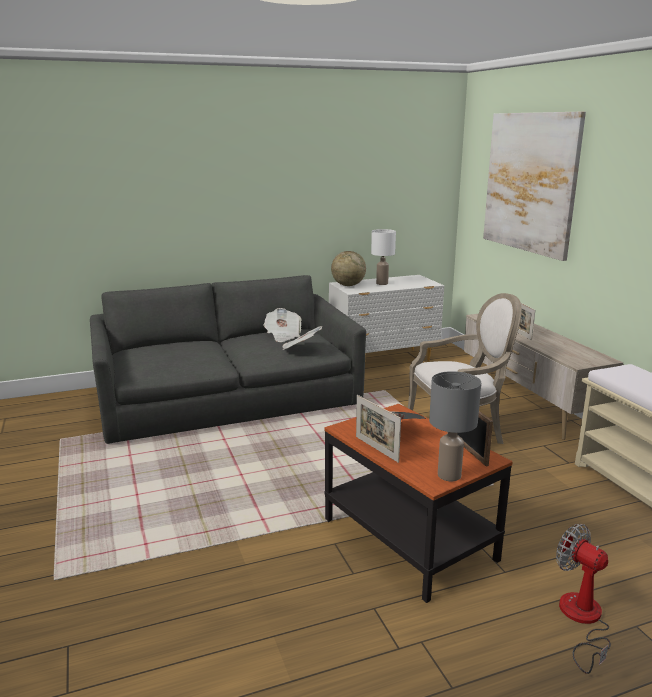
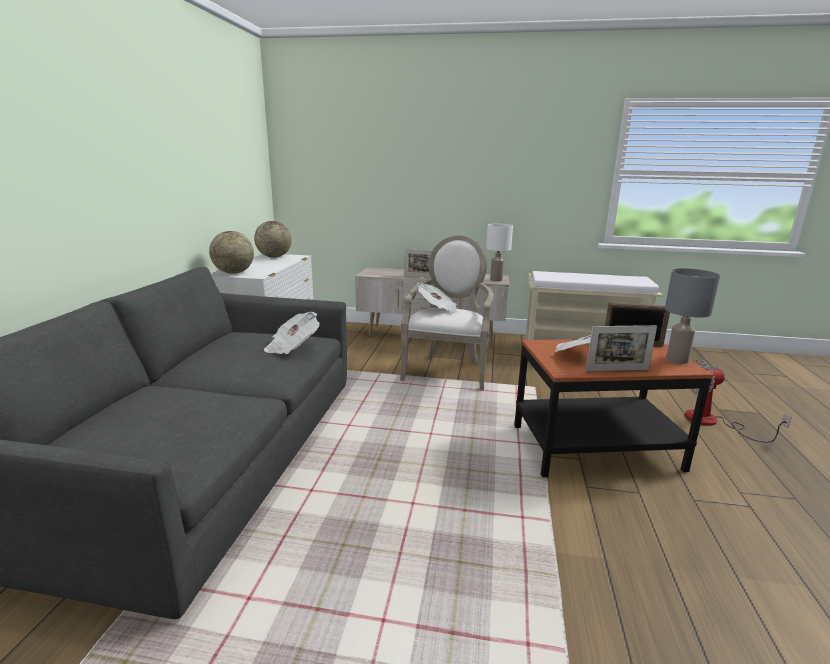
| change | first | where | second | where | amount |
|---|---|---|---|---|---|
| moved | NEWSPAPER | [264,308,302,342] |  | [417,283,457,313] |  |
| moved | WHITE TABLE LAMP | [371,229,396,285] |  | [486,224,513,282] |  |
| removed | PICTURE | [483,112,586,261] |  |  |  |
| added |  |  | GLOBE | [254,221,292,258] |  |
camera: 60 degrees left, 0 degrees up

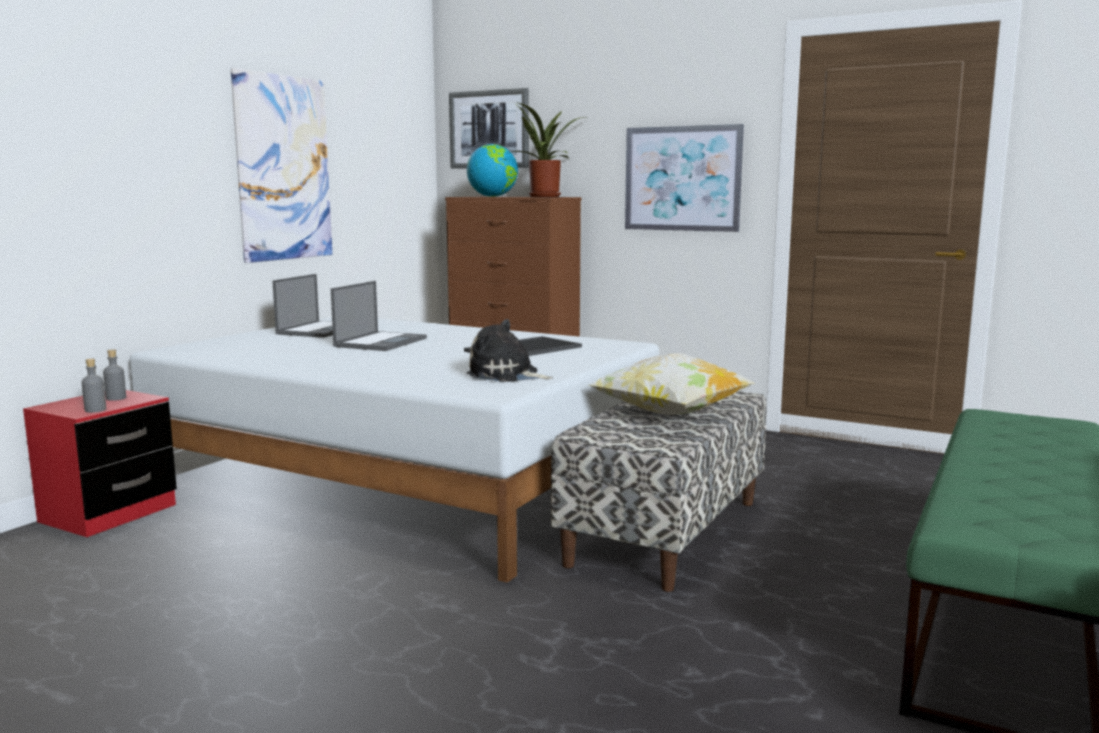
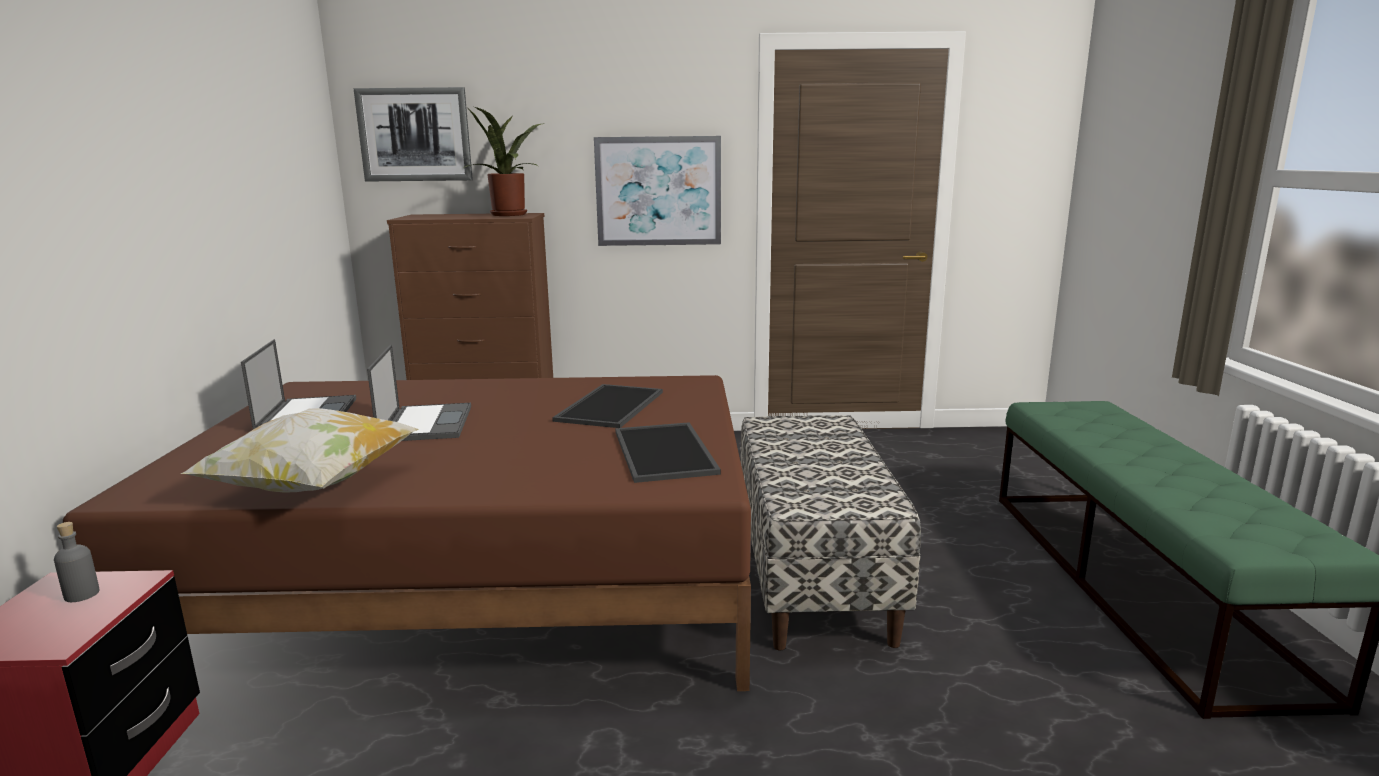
| change | first | where | second | where | amount |
|---|---|---|---|---|---|
| removed | GREY BOTTLE | [82,359,106,413] |  |  |  |
| recoloured | WHITE BED | [130,317,659,583] | BROWN BED | [63,375,751,691] |  |
| removed | PICTURE | [231,68,332,263] |  |  |  |
| removed | GLOBE | [467,144,518,197] |  |  |  |
| replaced | PLUSH TOY | [467,319,553,382] | TRAY | [615,422,721,483] |  |
| moved | PILLOW | [589,353,755,415] |  | [181,408,418,492] |  |
camera: 30 degrees left, 5 degrees up

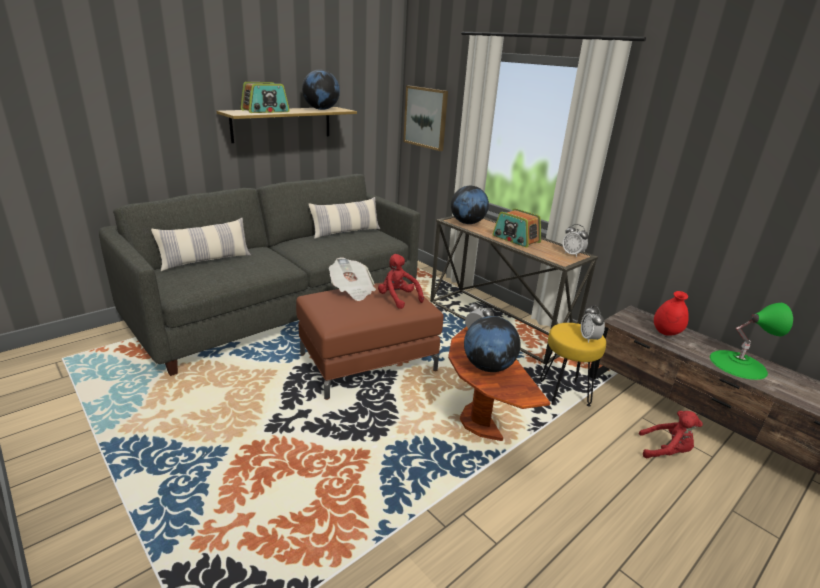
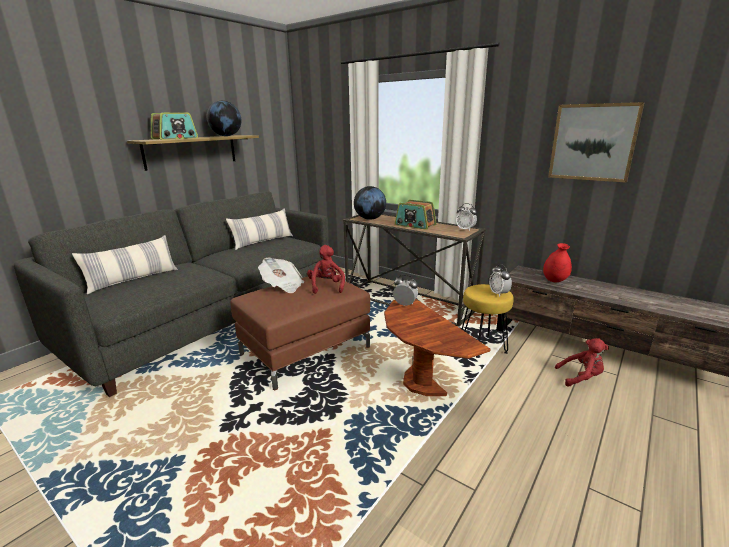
| change | first | where | second | where | amount |
|---|---|---|---|---|---|
| turned | RED PLUSH TOY | [378,254,424,309] |  | [307,245,345,294] | 45 degrees clockwise |
| moved | PICTURE | [403,86,448,151] |  | [548,102,645,183] |  |
| removed | GLOBE | [464,316,521,372] |  |  |  |
| removed | GREEN TABLE LAMP | [710,303,793,380] |  |  |  |
camera: 10 degrees left, 5 degrees down

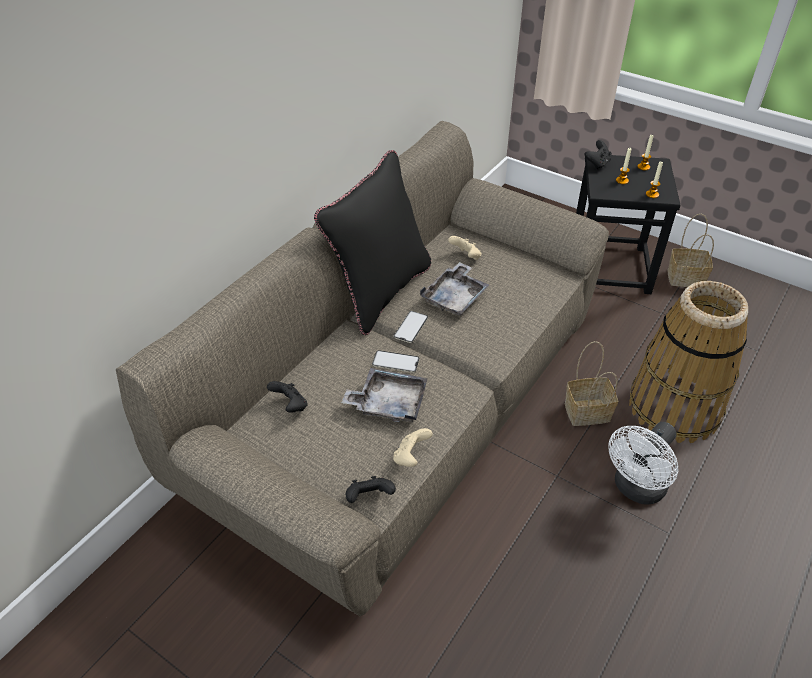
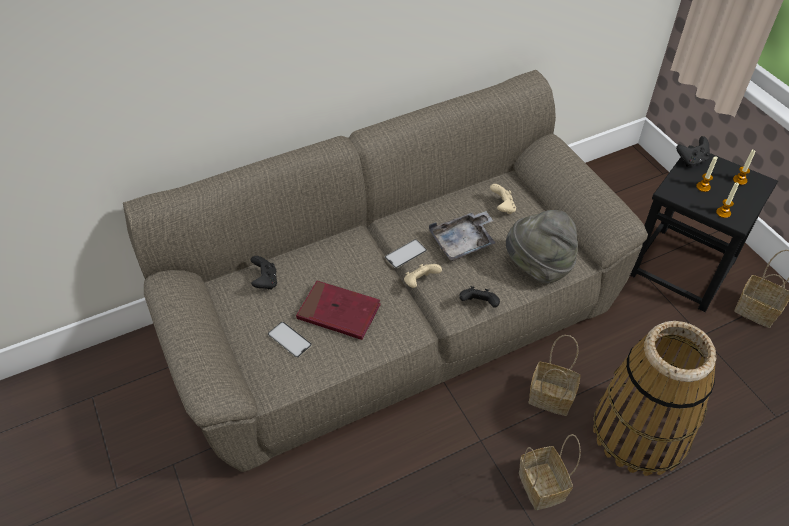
| change | first | where | second | where | amount |
|---|---|---|---|---|---|
| removed | BLACK PILLOW | [314,150,431,335] |  |  |  |
| replaced | GREY TRAY | [341,368,428,422] | RED BOOK | [296,281,381,340] |  |
| moved | BLACK GAME CONTROLLER | [345,476,396,503] |  | [459,286,500,308] |  |
| moved | PHONE | [372,350,420,373] |  | [268,322,312,358] |  |
| moved | BEIGE GAME CONTROLLER | [393,428,433,467] |  | [404,264,442,288] |  |
| replaced | WHITE FAN | [608,422,678,505] | BASKET | [519,434,581,510] |  |
| added |  |  | GREY HAT | [506,210,578,284] |  |
camera: 30 degrees right, 5 degrees up

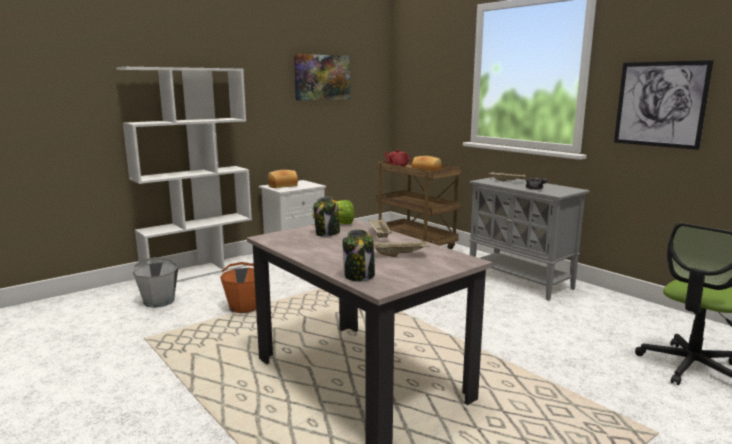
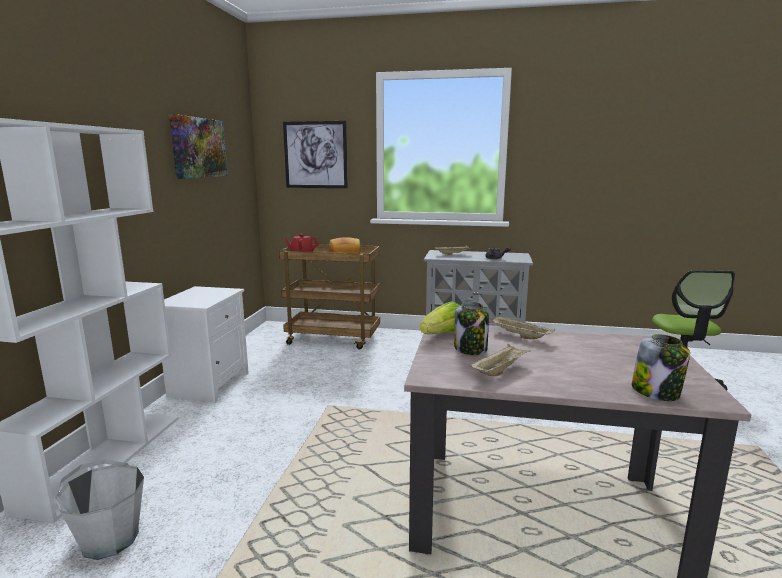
| change | first | where | second | where | amount |
|---|---|---|---|---|---|
| removed | ORANGE BUCKET | [220,262,256,313] |  |  |  |
| removed | BREAD | [268,170,298,188] |  |  |  |
| moved | BEIGE TRAY | [374,239,430,257] |  | [470,344,531,376] |  |
| moved | PICTURE | [614,60,714,150] |  | [283,121,348,188] |  |
camera: 40 degrees left, 0 degrees up

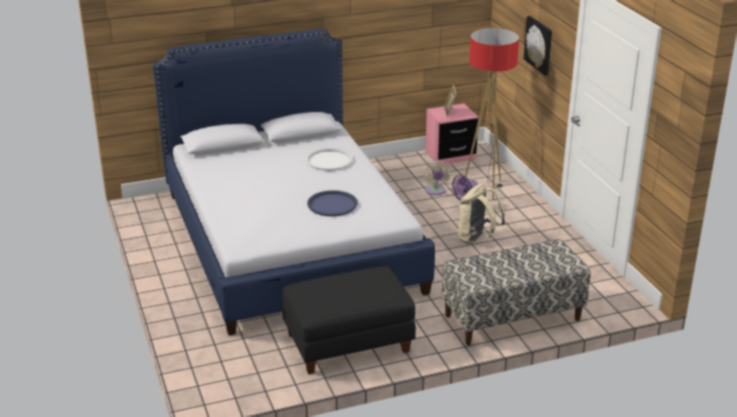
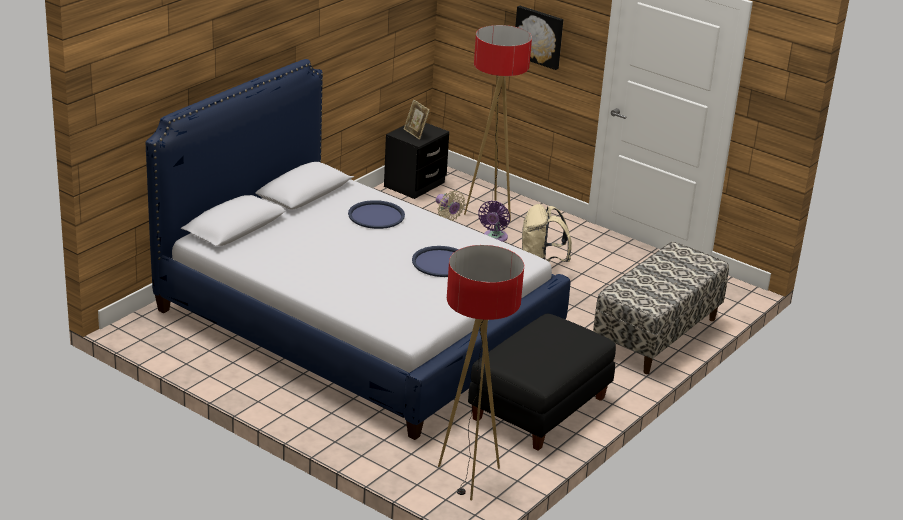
| change | first | where | second | where | amount |
|---|---|---|---|---|---|
| recoloured | WHITE TRAY | [306,148,353,171] | BLUE TRAY | [348,200,405,229] |  |
| recoloured | PINK NIGHTSTAND | [425,103,478,165] | BLACK NIGHTSTAND | [384,123,449,199] |  |
| added |  |  | FLOOR LAMP | [438,245,524,500] |  |
camera: 35 degrees left, 0 degrees up

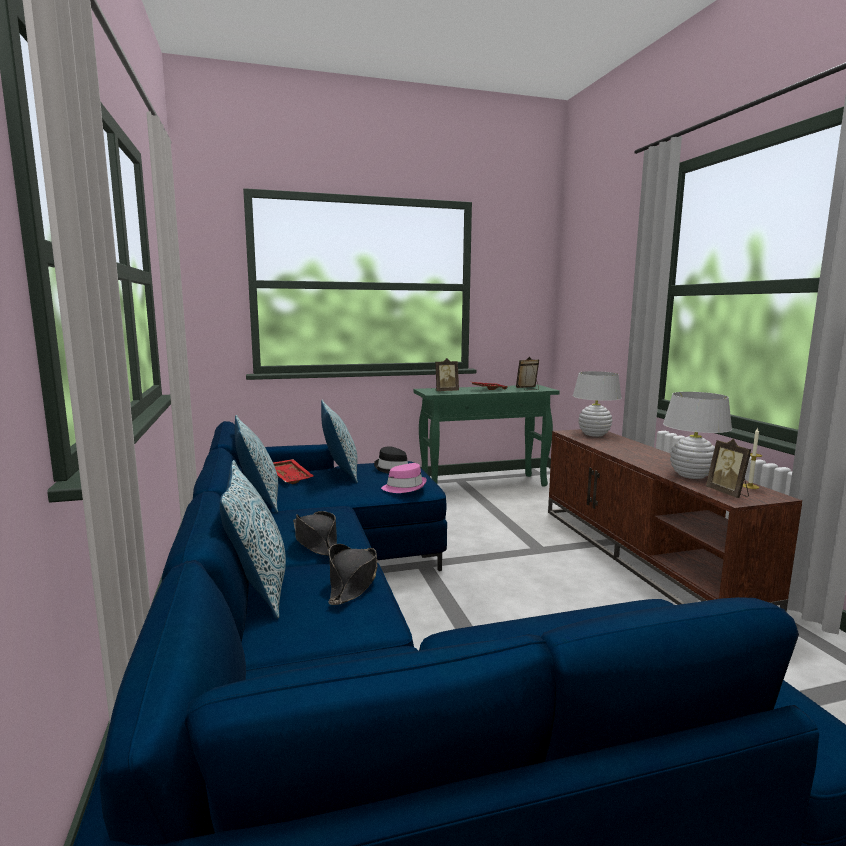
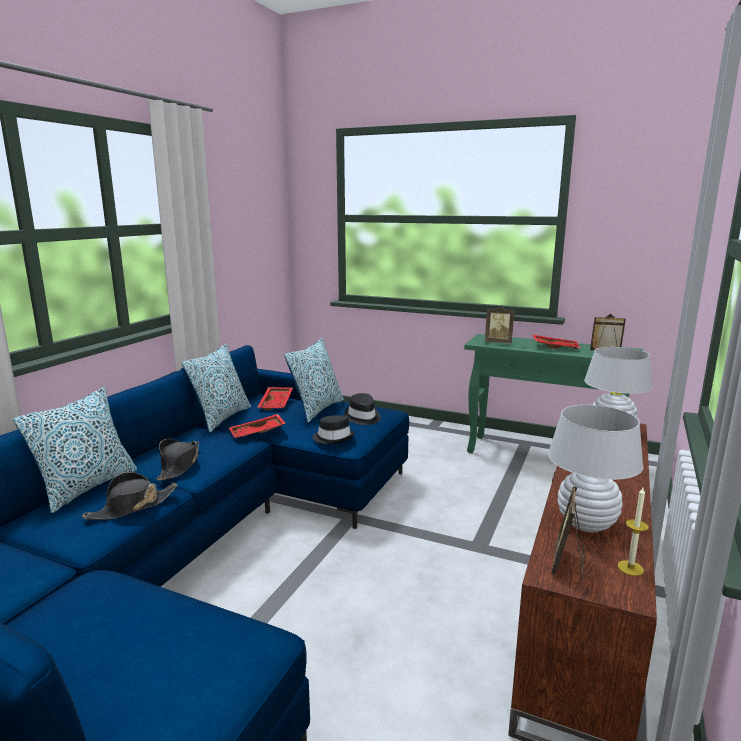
| change | first | where | second | where | amount |
|---|---|---|---|---|---|
| recoloured | PINK HAT | [381,463,427,493] | BLACK HAT | [313,416,355,444] |  |
| added |  |  | RED TRAY | [229,414,285,438] |  |
camera: 40 degrees right, 5 degrees up

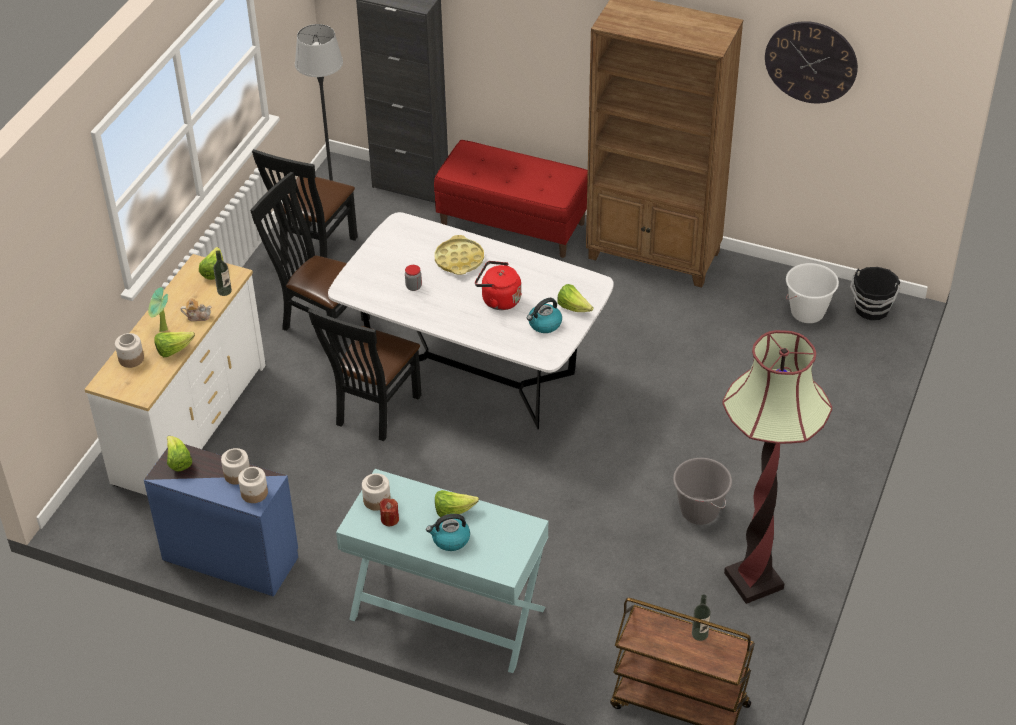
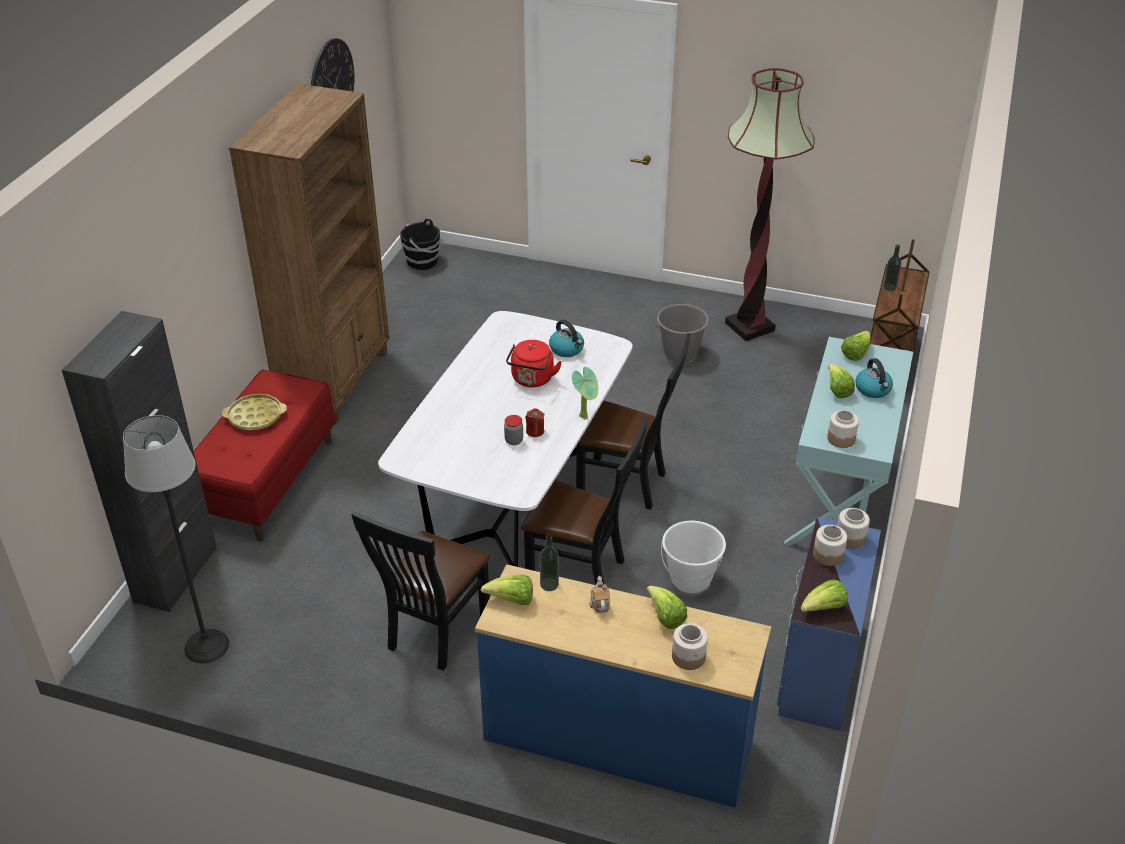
| change | first | where | second | where | amount |
|---|---|---|---|---|---|
| recoloured | WHITE DRESSER | [84,254,266,495] | BLUE DRESSER | [475,564,771,808] |  |
| moved | POTTED PLANT | [148,287,168,332] |  | [572,367,598,420] |  |
| moved | BLACK CHAIR | [252,149,358,265] |  | [576,333,691,510] |  |
| moved | RED CANDLE | [380,498,399,526] |  | [526,408,545,437] |  |
| moved | YELLOW TRAY | [434,235,484,275] |  | [222,394,287,430] |  |
| moved | LETTUCE | [557,284,594,312] |  | [841,331,871,361] |  |
| moved | WHITE BUCKET | [786,263,839,323] |  | [661,521,726,593] |  |
camera: 95 degrees left, 5 degrees down

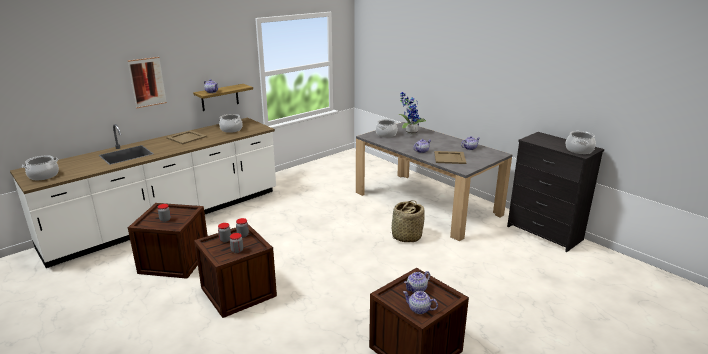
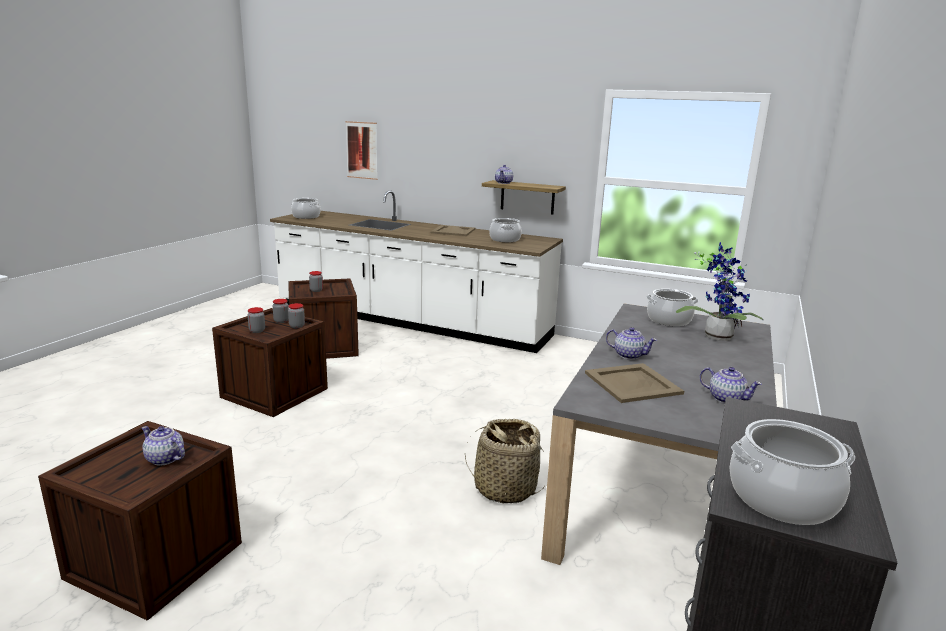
| change | first | where | second | where | amount |
|---|---|---|---|---|---|
| moved | PICTURE | [128,57,167,108] |  | [345,121,378,180] |  |
| removed | TEAPOT | [403,291,438,314] |  |  |  |
camera: 65 degrees right, 5 degrees down

